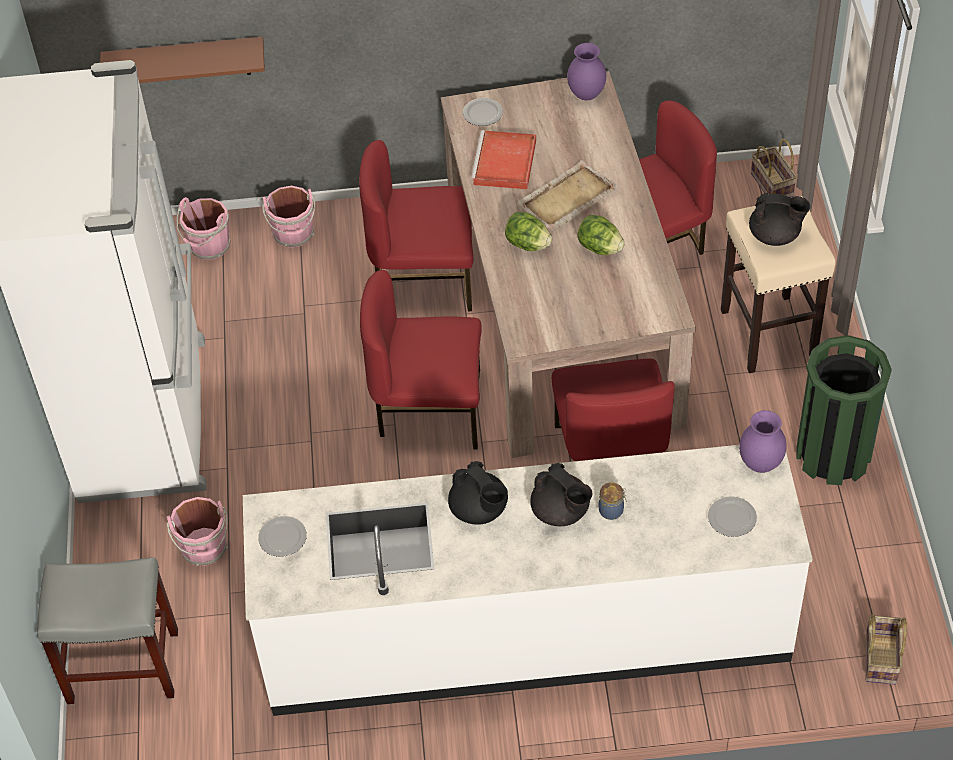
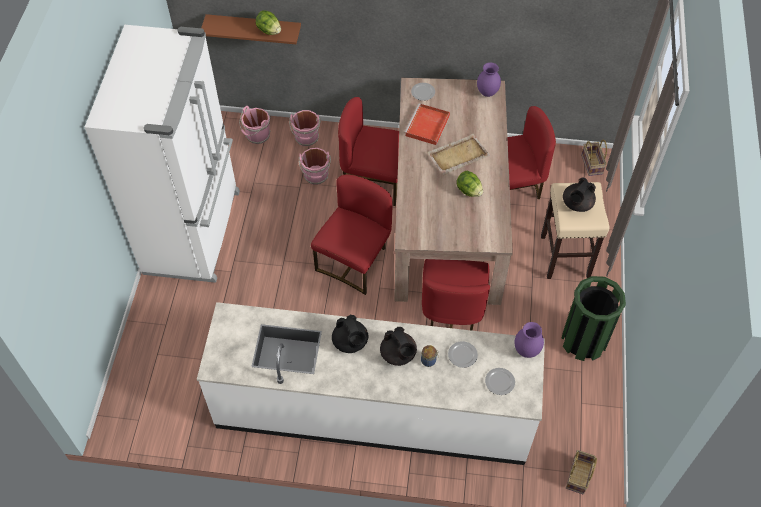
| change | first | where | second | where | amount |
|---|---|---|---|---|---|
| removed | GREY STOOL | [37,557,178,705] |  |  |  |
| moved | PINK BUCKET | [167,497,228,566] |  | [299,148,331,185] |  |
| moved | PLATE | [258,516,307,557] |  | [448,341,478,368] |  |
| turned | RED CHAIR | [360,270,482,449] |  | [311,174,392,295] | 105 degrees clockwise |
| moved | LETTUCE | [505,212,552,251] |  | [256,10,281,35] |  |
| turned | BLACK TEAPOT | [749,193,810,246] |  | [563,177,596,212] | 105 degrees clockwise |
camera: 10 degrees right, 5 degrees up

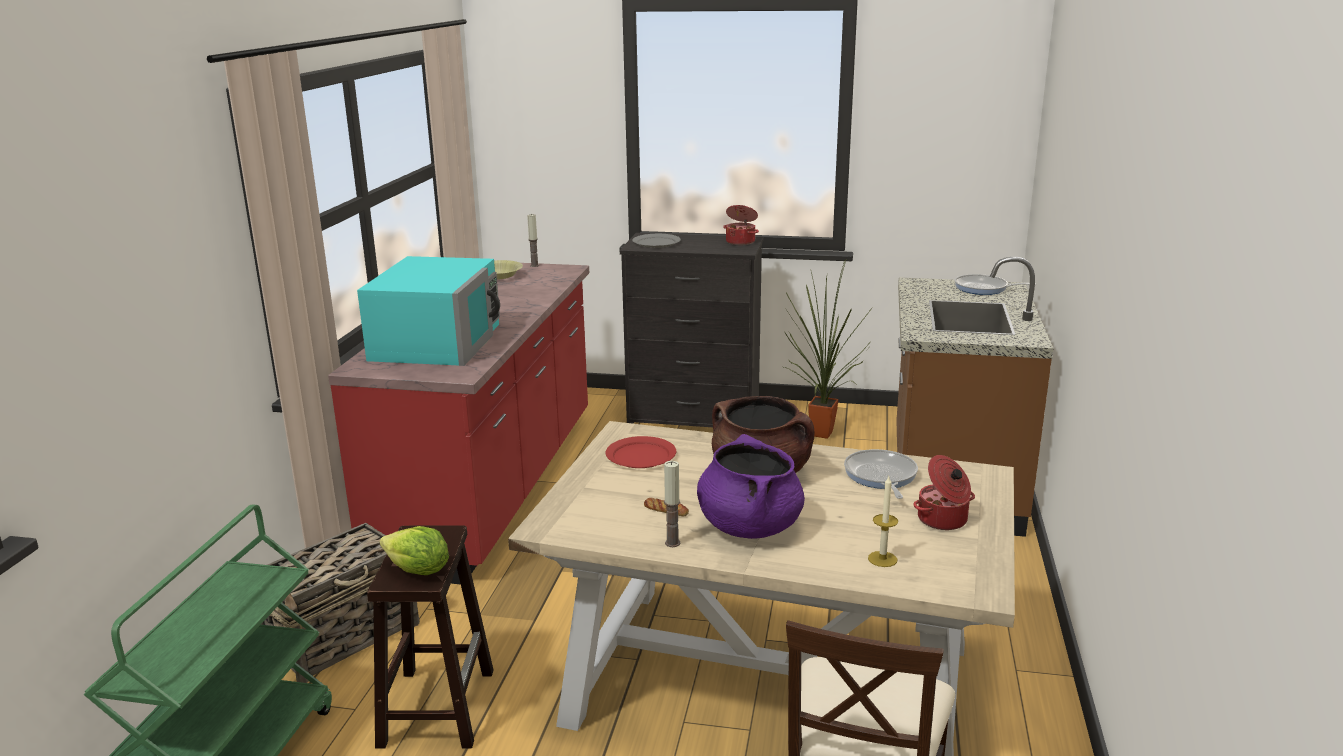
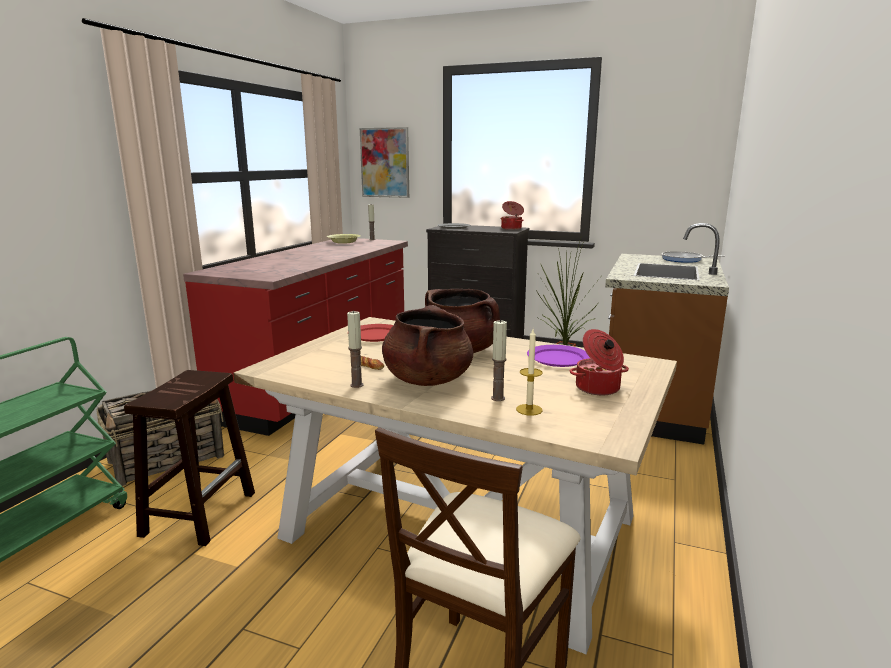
| change | first | where | second | where | amount |
|---|---|---|---|---|---|
| removed | TURQUOISE MICROWAVE | [357,256,500,366] |  |  |  |
| removed | LETTUCE | [380,526,449,575] |  |  |  |
| recoloured | PURPLE COOKING POT | [697,434,805,539] | BROWN COOKING POT | [382,305,473,386] |  |
| replaced | FRYING PAN | [844,449,918,499] | PURPLE PLATE | [527,345,590,367] |  |
| added |  |  | PICTURE | [360,127,409,198] |  |
| added |  |  | CANDLE | [491,320,507,401] |  |
camera: 10 degrees right, 5 degrees down

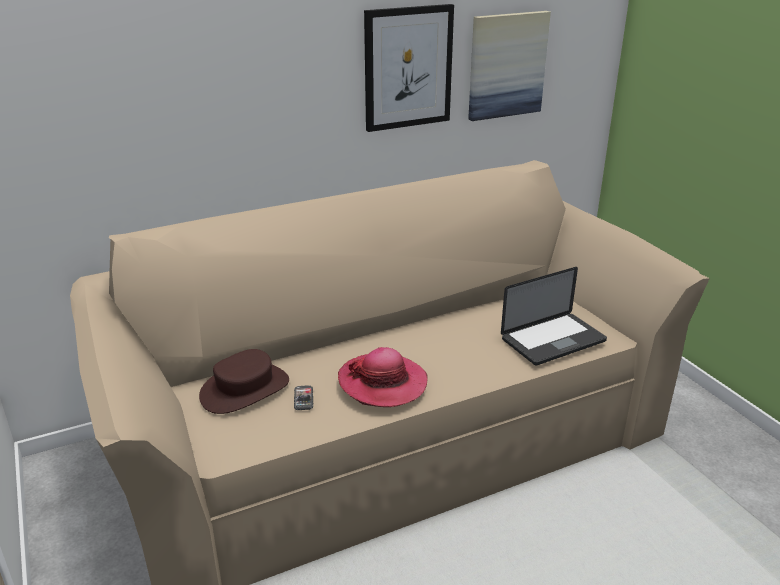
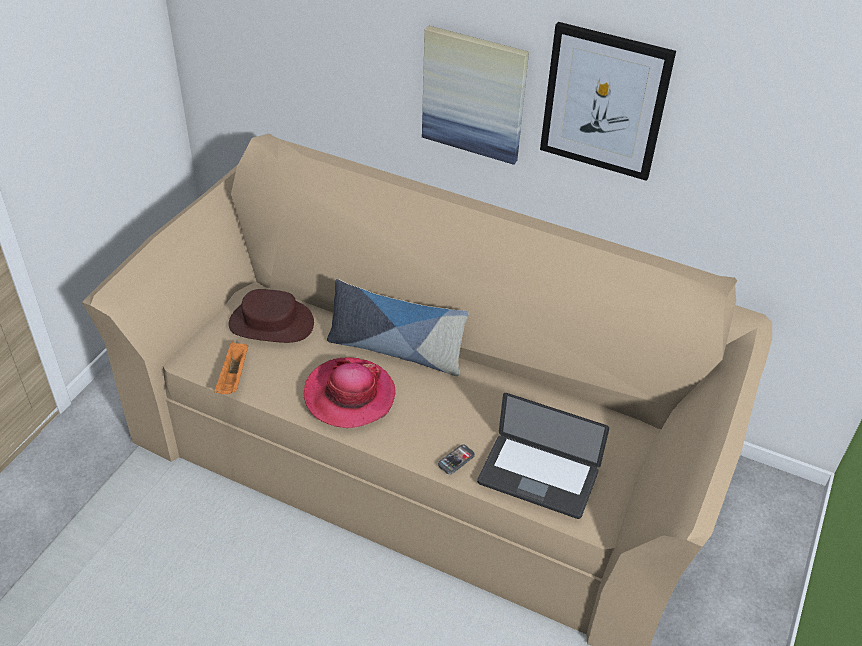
| change | first | where | second | where | amount |
|---|---|---|---|---|---|
| moved | PHONE | [294,385,313,410] |  | [438,444,475,474] |  |
| moved | PICTURE | [468,11,551,121] |  | [422,25,529,165] |  |
| added |  |  | ORANGE TRAY | [214,342,248,394] |  |
| added |  |  | PILLOW | [327,279,469,376] |  |
camera: 50 degrees right, 15 degrees up

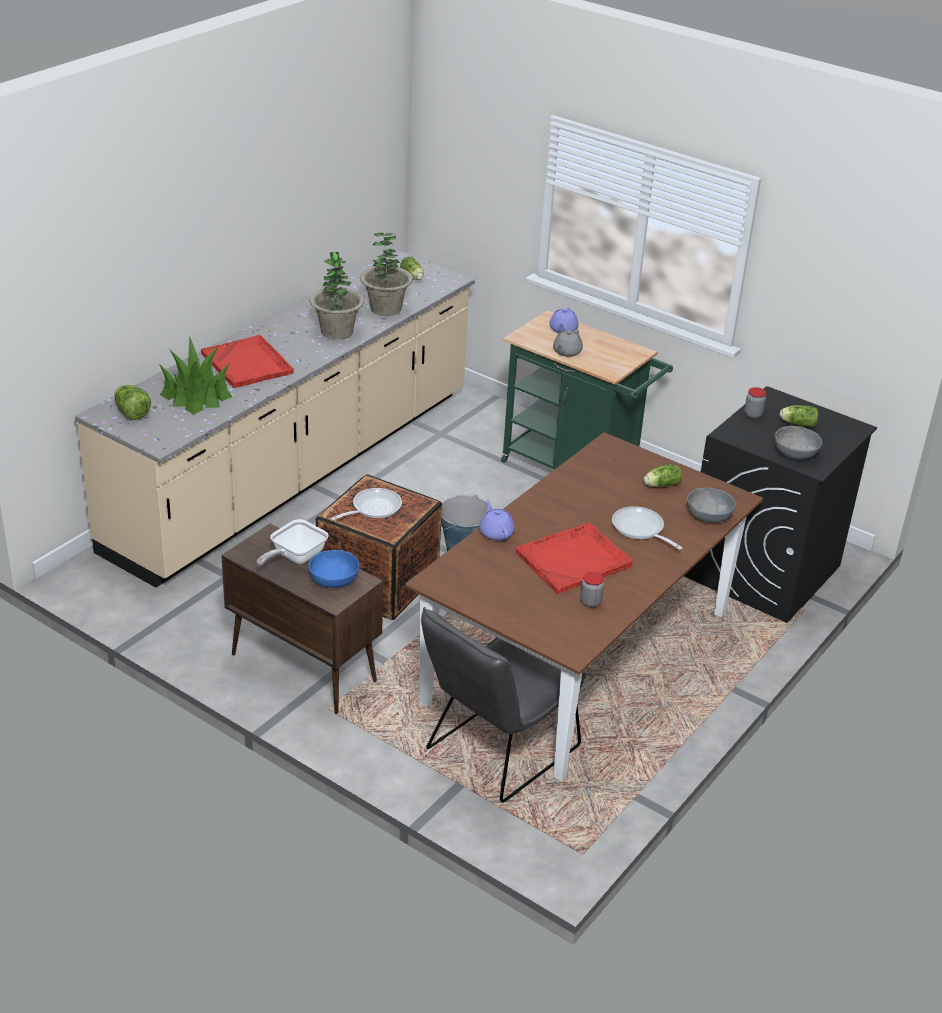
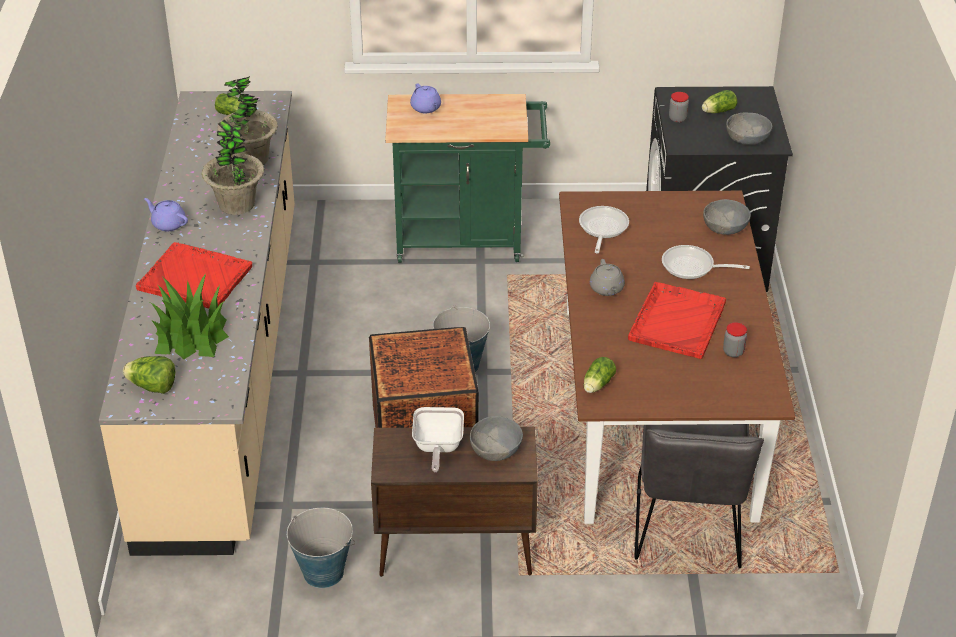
| change | first | where | second | where | amount |
|---|---|---|---|---|---|
| recoloured | BLUE BOWL | [308,550,360,588] | GREY BOWL | [470,416,523,461] |  |
| moved | FRYING PAN | [331,488,402,520] |  | [579,206,629,253] |  |
| moved | PURPLE TEAPOT | [479,500,515,541] |  | [144,198,188,231] |  |
| moved | GREY TEAPOT | [553,330,583,357] |  | [590,259,625,296] |  |
| moved | LETTUCE | [644,464,682,487] |  | [584,357,616,393] |  |
| added |  |  | BUCKET | [287,508,355,588] |  |
camera: 35 degrees left, 5 degrees up

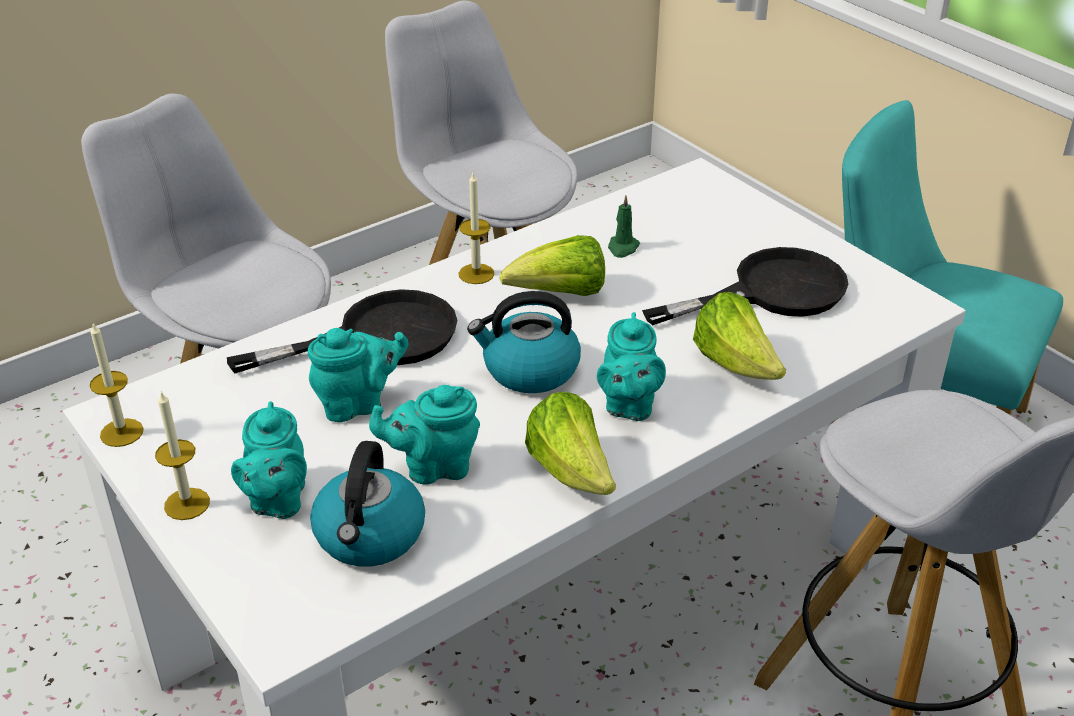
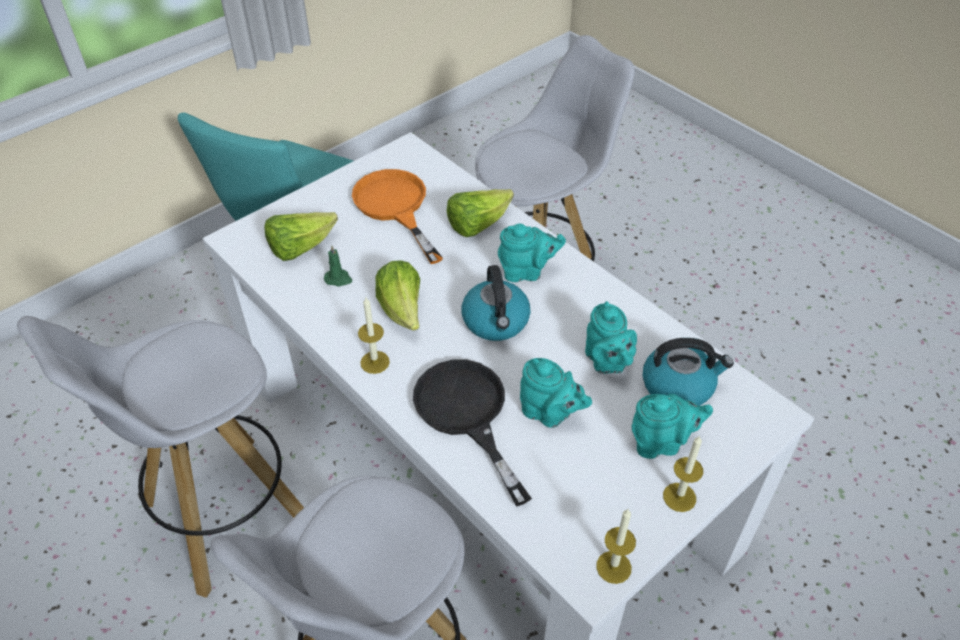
| change | first | where | second | where | amount |
|---|---|---|---|---|---|
| turned | TURQUOISE TEAPOT | [308,328,408,422] |  | [520,358,592,428] | 150 degrees clockwise |
| moved | LETTUCE | [525,392,616,495] |  | [264,212,338,261] |  |
| recoloured | BLACK FRYING PAN | [642,247,849,326] | ORANGE FRYING PAN | [352,169,443,264] |  |
camera: 95 degrees left, 10 degrees up

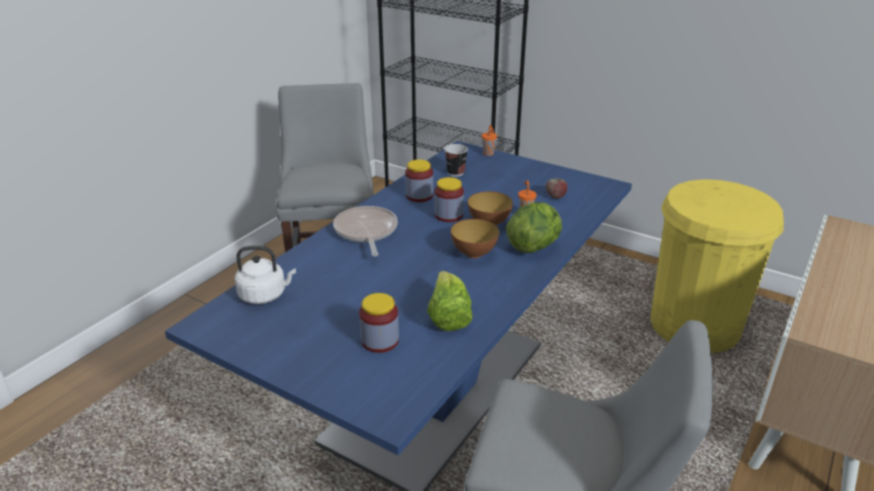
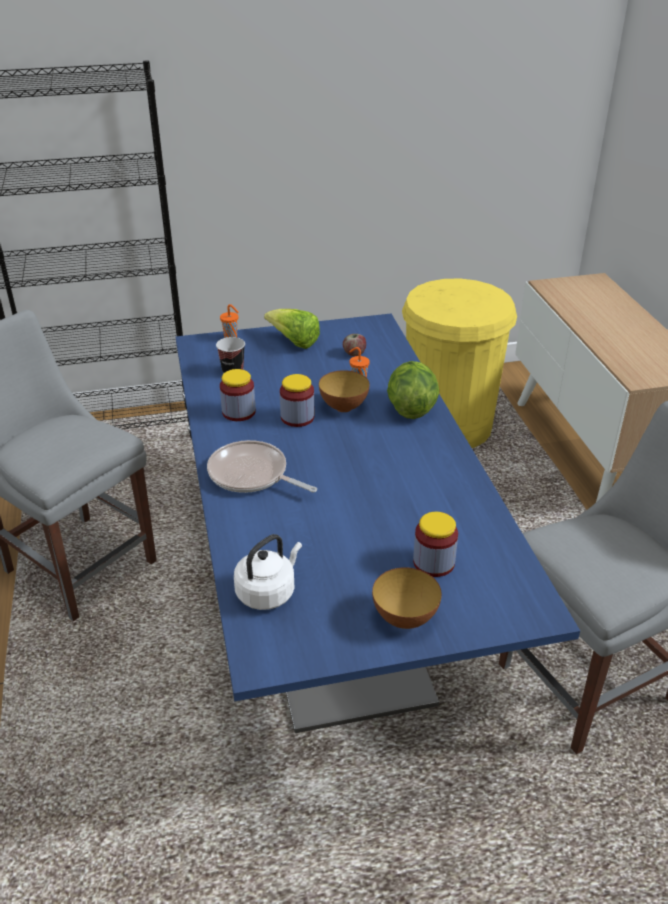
| change | first | where | second | where | amount |
|---|---|---|---|---|---|
| moved | LETTUCE | [427,271,472,331] |  | [264,309,320,349] |  |
| moved | BOWL | [451,219,499,258] |  | [372,567,442,629] |  |
camera: 45 degrees left, 5 degrees up

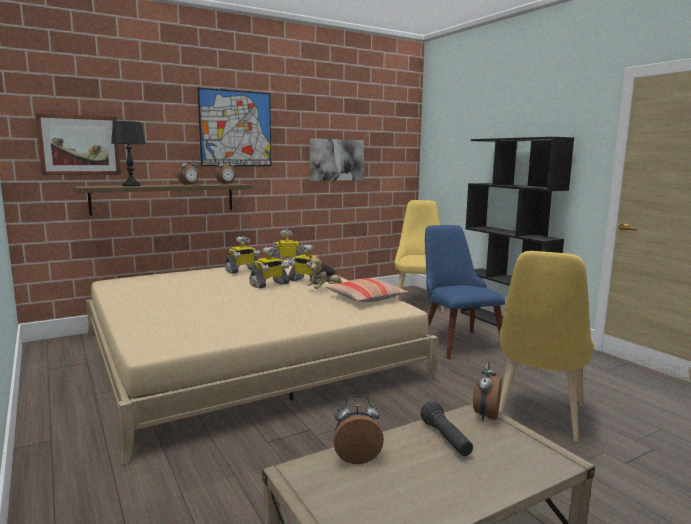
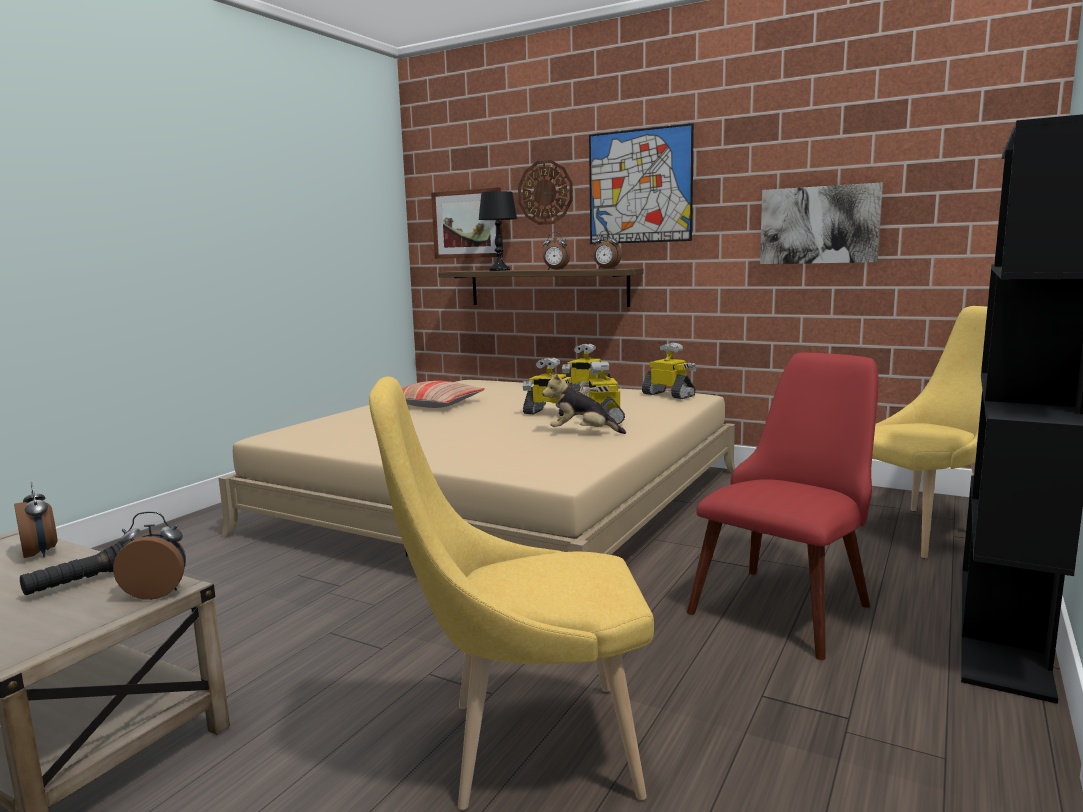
| change | first | where | second | where | amount |
|---|---|---|---|---|---|
| moved | PILLOW | [326,278,408,302] |  | [402,381,485,408] |  |
| recoloured | BLUE CHAIR | [425,225,505,359] | RED CHAIR | [687,353,878,660] |  |
| added |  |  | WALL CLOCK | [518,160,573,225] |  |
camera: 60 degrees right, 0 degrees up

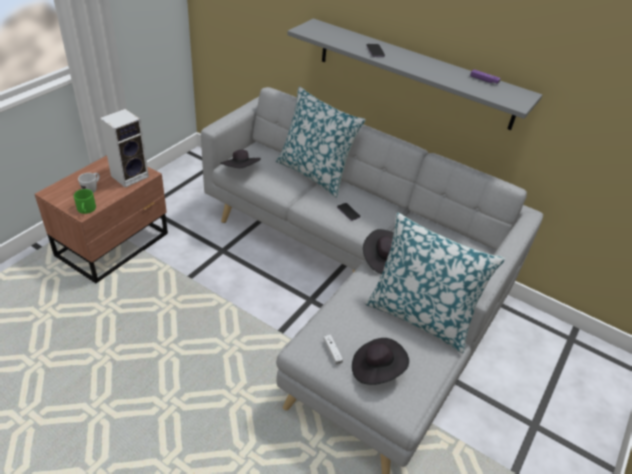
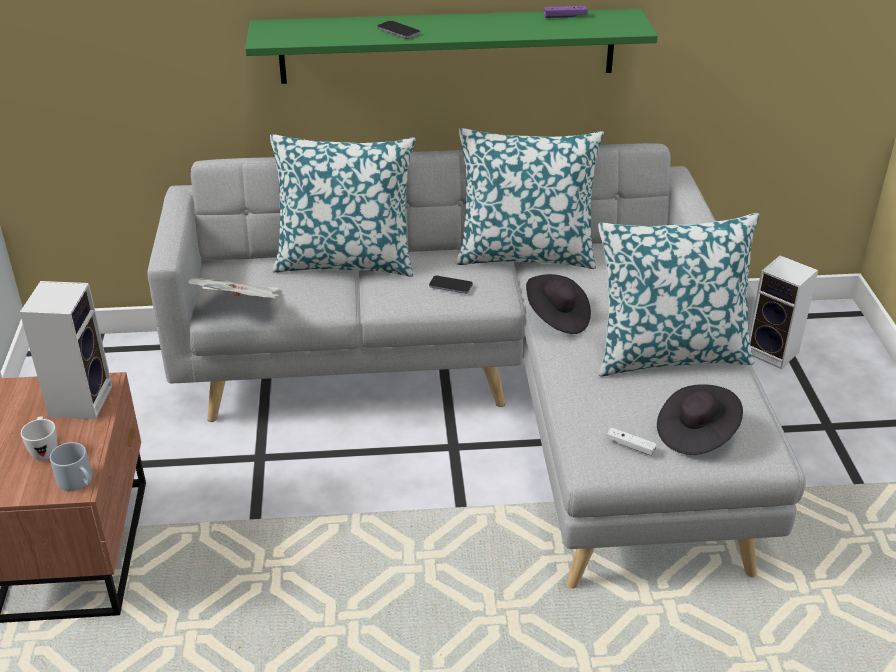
| change | first | where | second | where | amount |
|---|---|---|---|---|---|
| recoloured | GREEN MUG | [74,189,96,214] | GREY MUG | [50,442,92,491] |  |
| replaced | BLACK HAT | [220,150,261,168] | NEWSPAPER | [189,278,279,298] |  |
| recoloured | GREY SHELF | [288,18,542,130] | GREEN SHELF | [245,9,658,84] |  |
| added |  |  | PILLOW | [455,128,604,269] |  |
| added |  |  | SPEAKER | [749,255,818,369] |  |
camera: 35 degrees left, 5 degrees down

